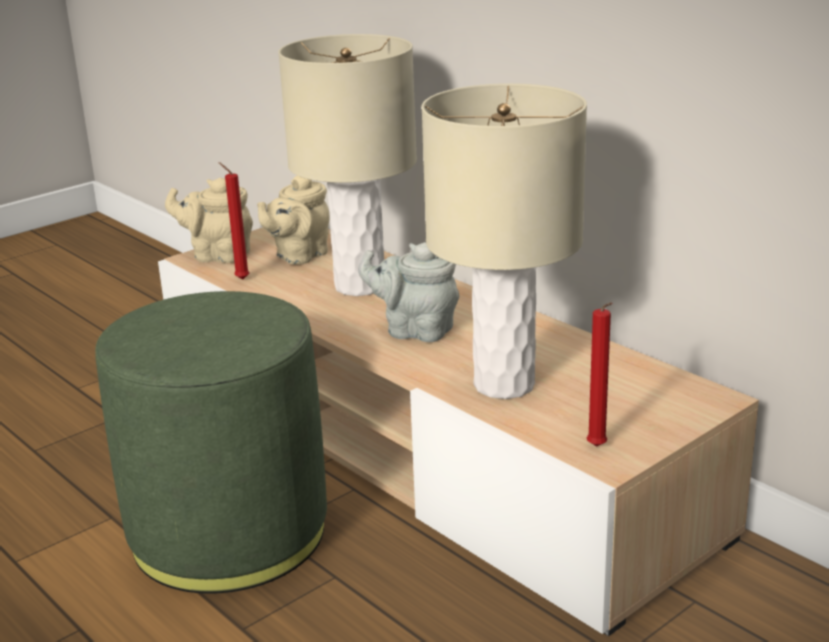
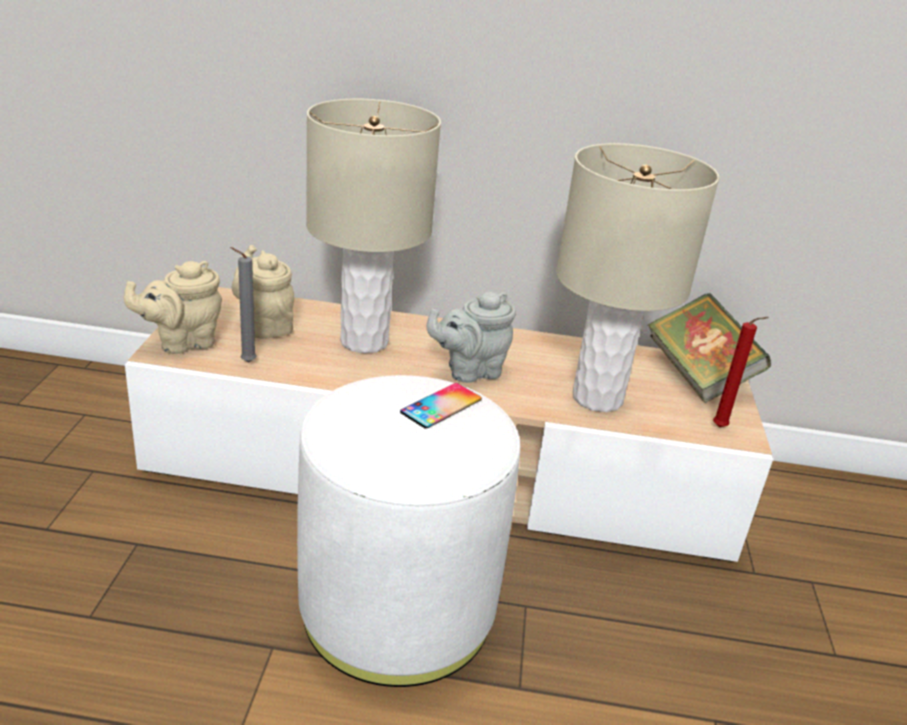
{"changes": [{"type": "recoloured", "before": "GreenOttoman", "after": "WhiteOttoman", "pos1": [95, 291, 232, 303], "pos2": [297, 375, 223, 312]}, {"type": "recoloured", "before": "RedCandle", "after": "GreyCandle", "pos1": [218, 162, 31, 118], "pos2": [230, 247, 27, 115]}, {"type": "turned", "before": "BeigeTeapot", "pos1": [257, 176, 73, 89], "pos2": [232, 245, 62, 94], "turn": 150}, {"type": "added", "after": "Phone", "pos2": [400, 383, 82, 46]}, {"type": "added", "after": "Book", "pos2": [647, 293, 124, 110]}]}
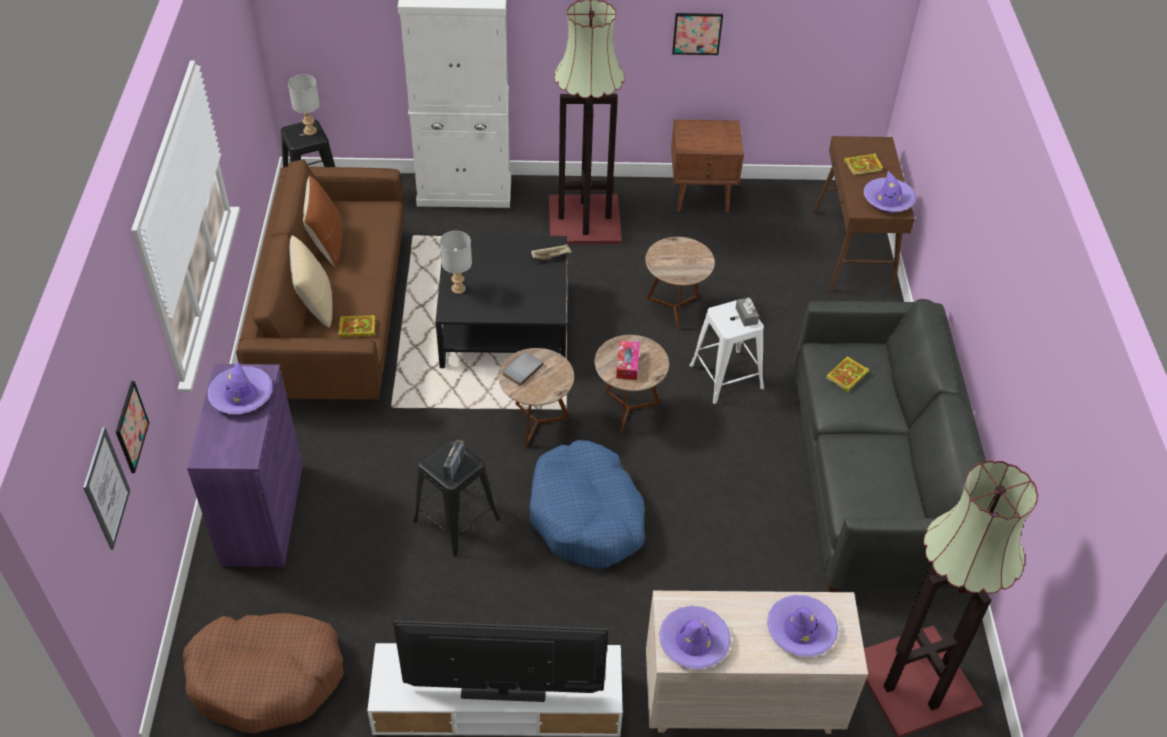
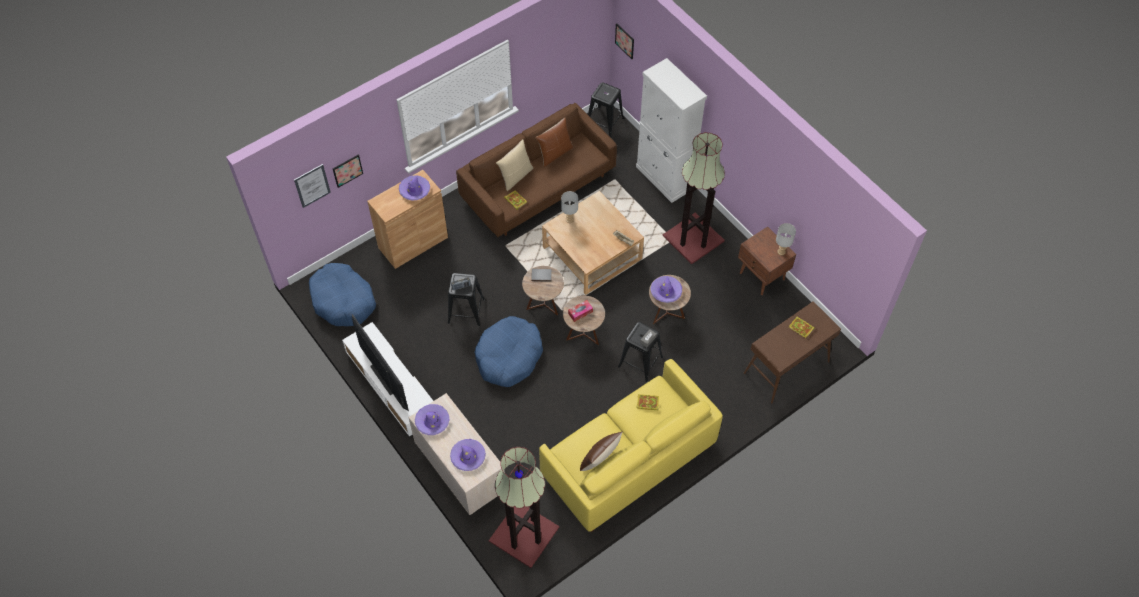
{"changes": [{"type": "recoloured", "before": "BrownDogBed", "after": "BlueDogBed", "pos1": [183, 613, 161, 120], "pos2": [309, 263, 67, 63]}, {"type": "recoloured", "before": "PurpleCabinet", "after": "BrownCabinet", "pos1": [187, 364, 116, 203], "pos2": [367, 170, 81, 99]}, {"type": "moved", "before": "GreyTableLamp", "pos1": [288, 74, 32, 62], "pos2": [776, 223, 20, 33]}, {"type": "recoloured", "before": "BlackCoffeeTable", "after": "BeigeCoffeeTable", "pos1": [435, 235, 132, 133], "pos2": [542, 191, 102, 104]}, {"type": "moved", "before": "Picture", "pos1": [672, 13, 51, 42], "pos2": [615, 23, 19, 36]}, {"type": "recoloured", "before": "WhiteStool", "after": "BlackStool", "pos1": [689, 300, 75, 105], "pos2": [618, 322, 45, 60]}, {"type": "recoloured", "before": "GreySofa", "after": "YellowSofa", "pos1": [794, 299, 192, 294], "pos2": [539, 359, 184, 173]}, {"type": "moved", "before": "PurpleHat", "pos1": [864, 171, 52, 41], "pos2": [651, 276, 31, 27]}, {"type": "added", "after": "BrownPillow", "pos2": [580, 432, 42, 39]}]}
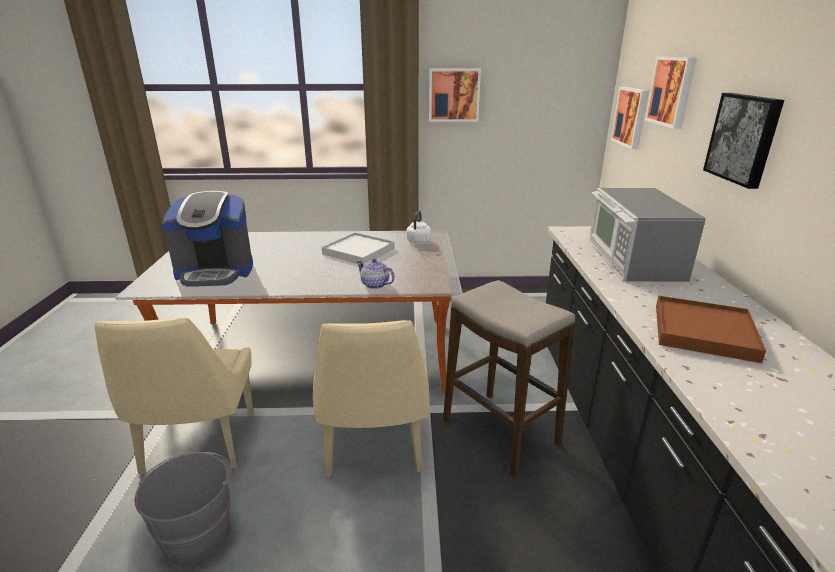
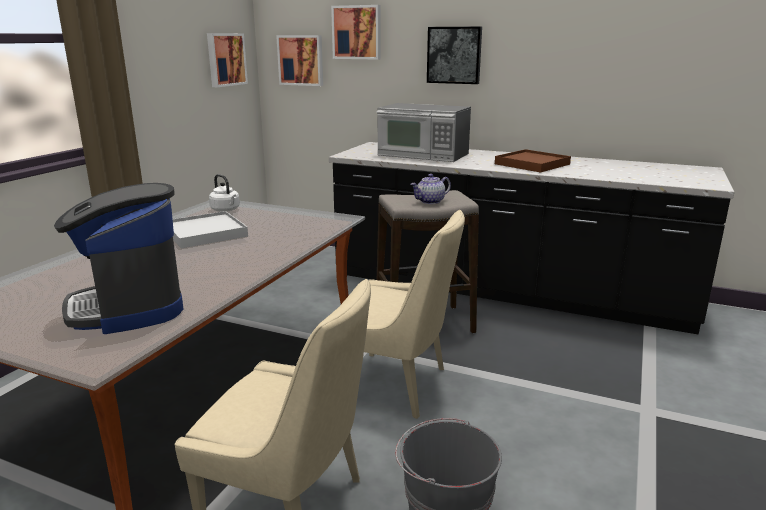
{"changes": [{"type": "turned", "before": "CoffeeMachine", "pos1": [162, 191, 91, 96], "pos2": [54, 183, 129, 151], "turn": 135}, {"type": "moved", "before": "Teapot", "pos1": [356, 258, 39, 31], "pos2": [410, 174, 41, 30]}, {"type": "moved", "before": "Picture", "pos1": [429, 69, 52, 53], "pos2": [207, 33, 41, 54]}]}
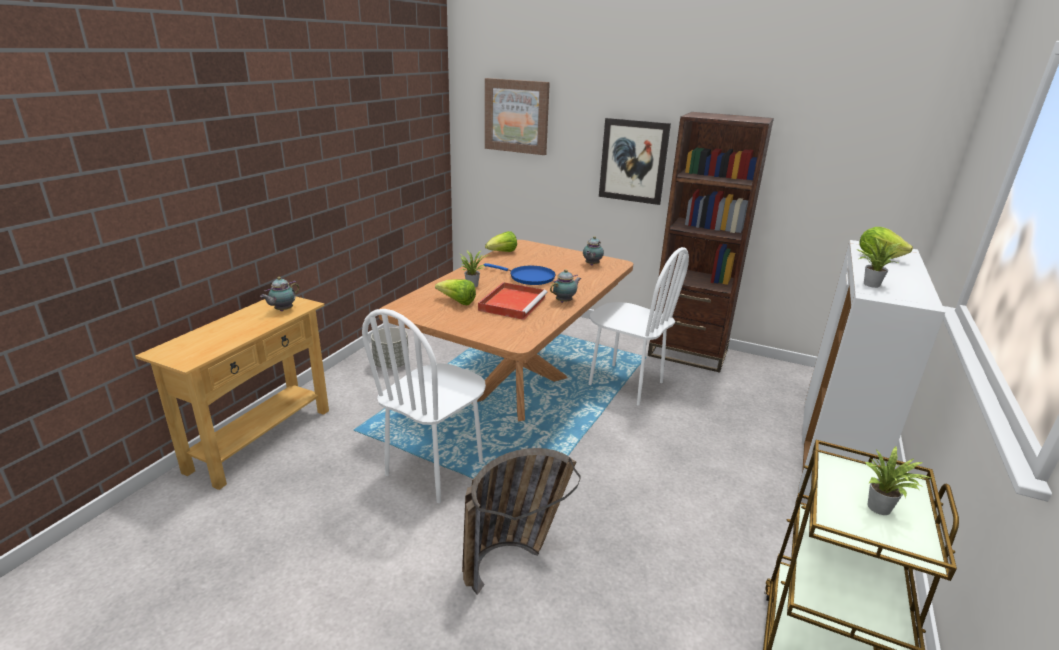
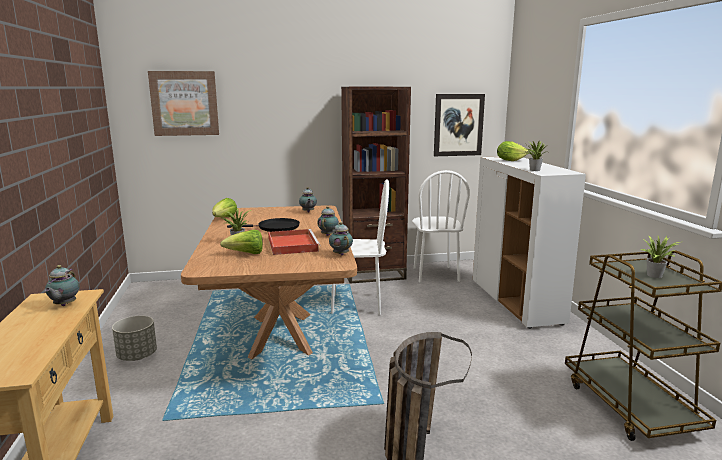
{"changes": [{"type": "moved", "before": "WhiteChair", "pos1": [362, 309, 124, 194], "pos2": [412, 170, 58, 112]}, {"type": "recoloured", "before": "BlueFryingPan", "after": "BlackFryingPan", "pos1": [484, 263, 72, 22], "pos2": [227, 218, 73, 14]}, {"type": "moved", "before": "Picture", "pos1": [599, 118, 72, 87], "pos2": [434, 94, 51, 62]}, {"type": "added", "after": "Teapot", "pos2": [329, 222, 24, 33]}]}
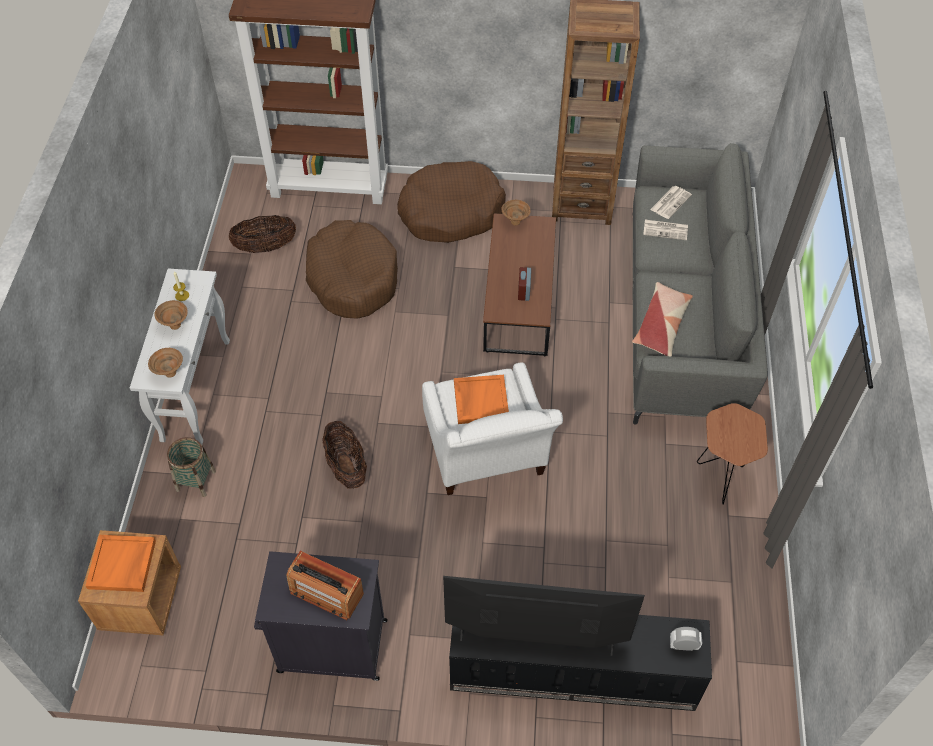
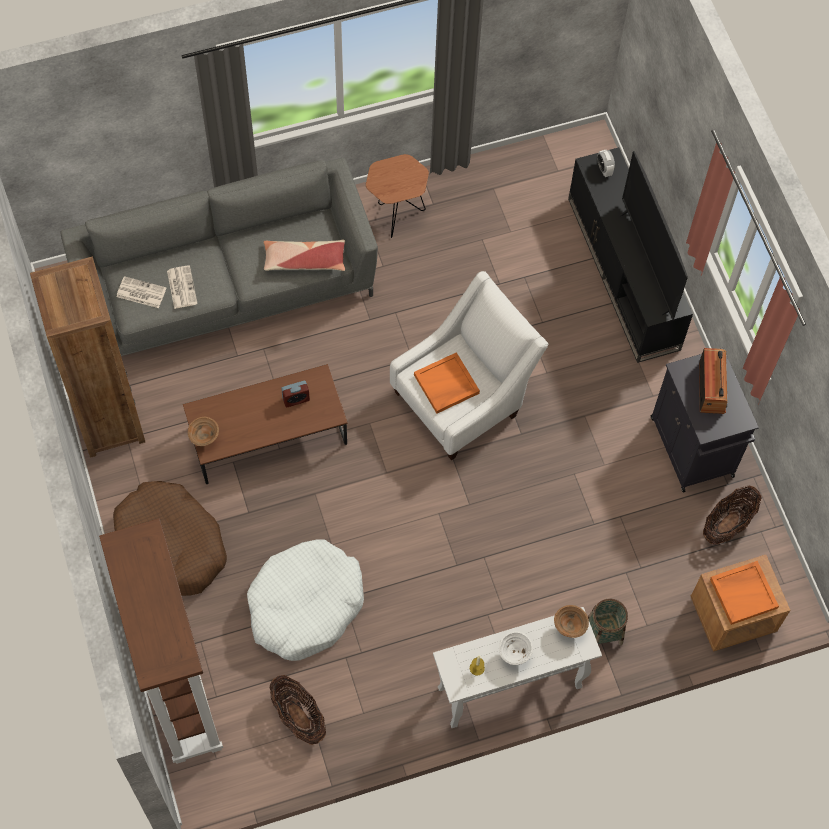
{"changes": [{"type": "recoloured", "before": "BrownBowl", "after": "WhiteBowl", "pos1": [154, 300, 34, 30], "pos2": [499, 631, 34, 34]}, {"type": "recoloured", "before": "BrownDogBed", "after": "WhiteDogBed", "pos1": [306, 220, 92, 99], "pos2": [247, 539, 117, 122]}, {"type": "moved", "before": "Basket", "pos1": [322, 421, 45, 68], "pos2": [703, 486, 58, 59]}]}
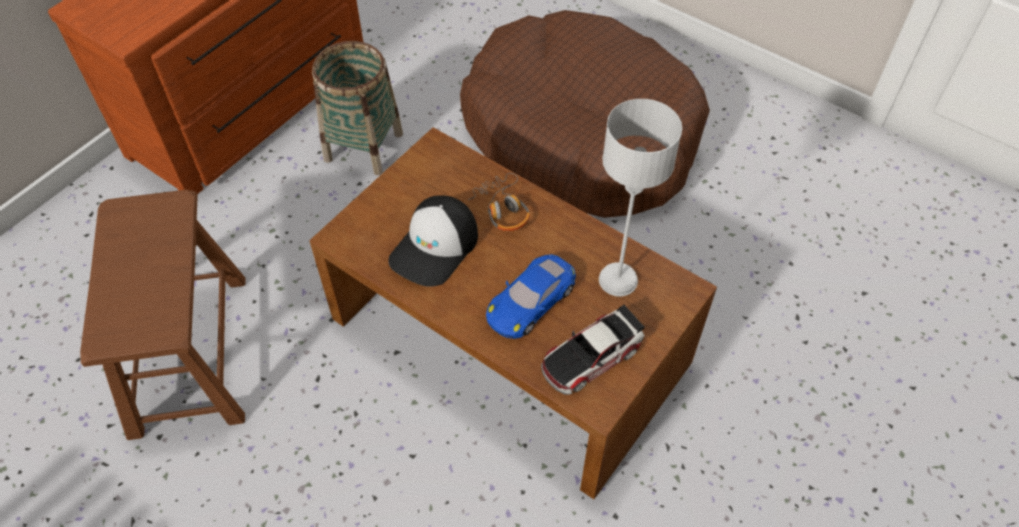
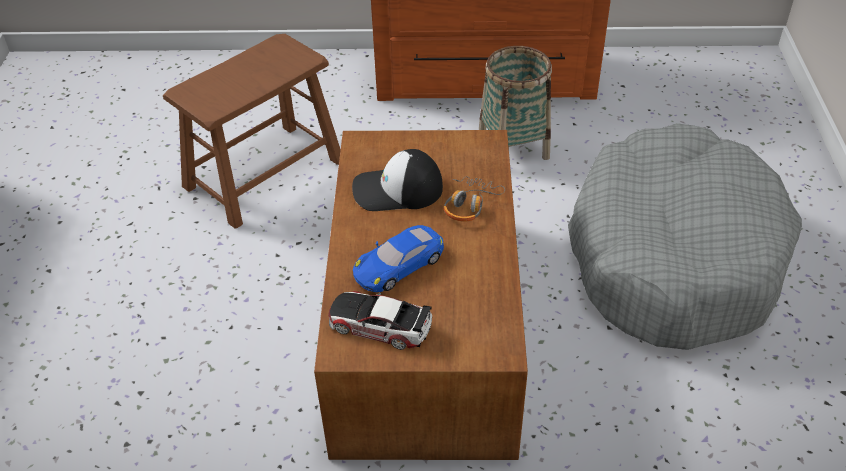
{"changes": [{"type": "recoloured", "before": "BrownDogBed", "after": "GreyDogBed", "pos1": [460, 10, 250, 208], "pos2": [568, 123, 234, 227]}, {"type": "turned", "before": "BlueToyCar", "pos1": [486, 254, 90, 85], "pos2": [353, 225, 91, 67], "turn": -45}, {"type": "removed", "before": "GreyTableLamp", "pos1": [599, 99, 83, 198]}]}
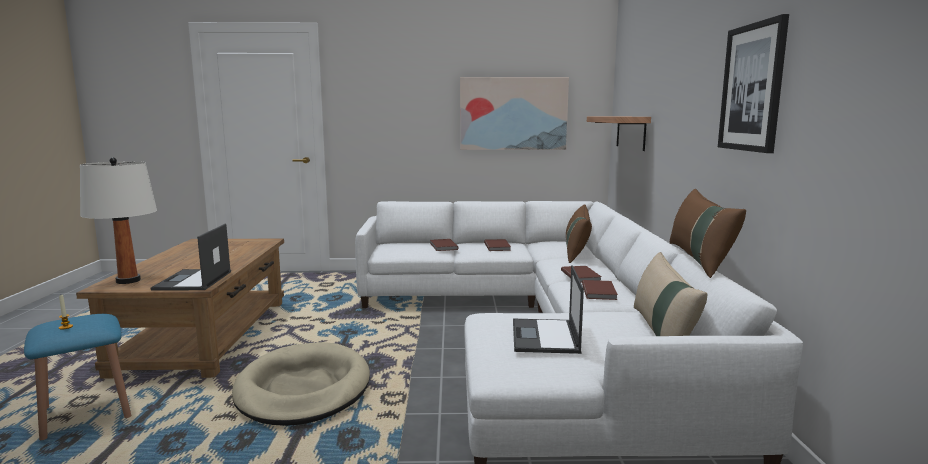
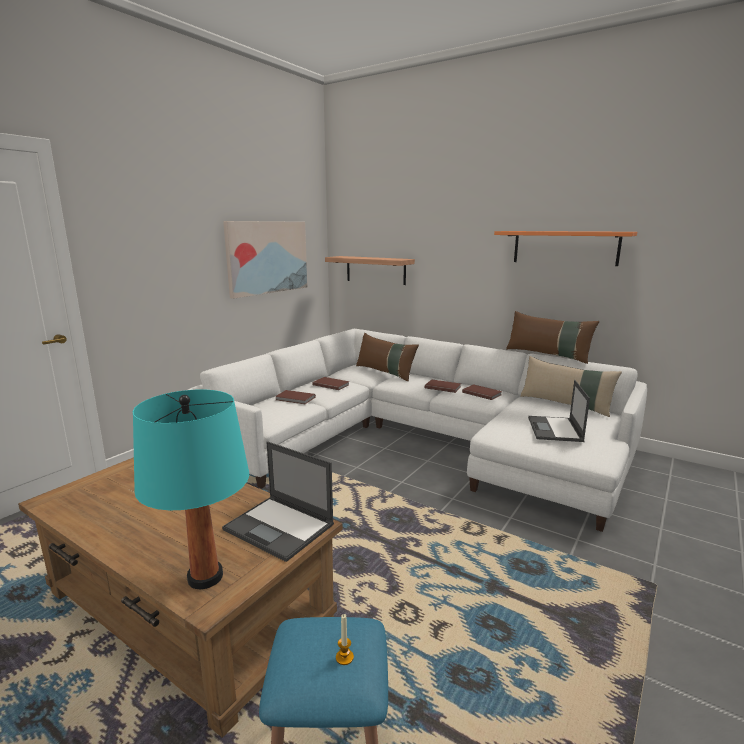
{"changes": [{"type": "recoloured", "before": "WhiteTableLamp", "after": "TurquoiseTableLamp", "pos1": [80, 157, 77, 127], "pos2": [133, 389, 116, 200]}, {"type": "removed", "before": "BeigeDogBed", "pos1": [232, 342, 138, 84]}, {"type": "turned", "before": "Laptop", "pos1": [513, 265, 71, 89], "pos2": [528, 380, 62, 62], "turn": 60}, {"type": "replaced", "before": "Picture", "after": "OrangeShelf", "pos1": [718, 14, 71, 139], "pos2": [494, 231, 143, 35]}]}
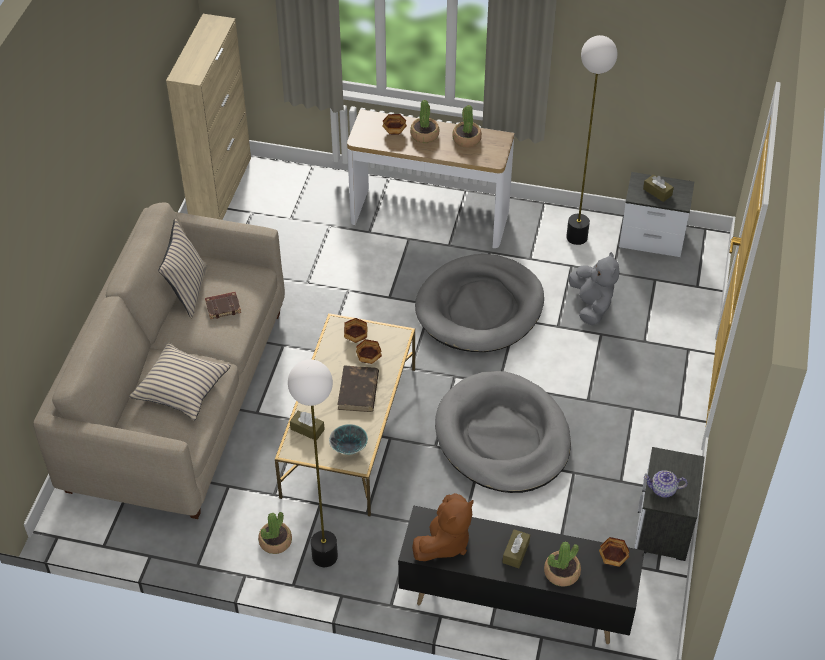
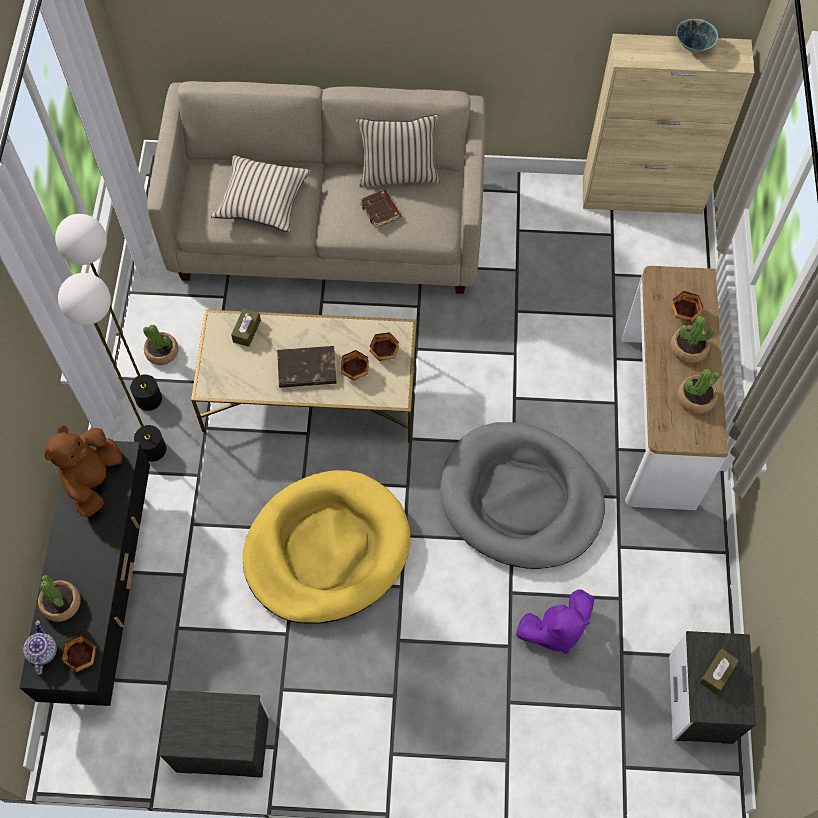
{"changes": [{"type": "moved", "before": "Bowl", "pos1": [329, 424, 39, 31], "pos2": [676, 19, 42, 33]}, {"type": "turned", "before": "BrownPlushToy", "pos1": [412, 493, 62, 68], "pos2": [44, 426, 78, 91], "turn": 75}, {"type": "recoloured", "before": "GreyDogBed", "after": "YellowDogBed", "pos1": [435, 371, 136, 122], "pos2": [243, 470, 167, 154]}, {"type": "removed", "before": "BrownTissueBox", "pos1": [502, 529, 28, 39]}, {"type": "moved", "before": "FloorLamp", "pos1": [566, 35, 51, 210], "pos2": [58, 273, 109, 189]}, {"type": "recoloured", "before": "GreyPlushToy", "after": "PurplePlushToy", "pos1": [569, 252, 51, 73], "pos2": [516, 589, 78, 65]}, {"type": "moved", "before": "Teapot", "pos1": [644, 470, 44, 28], "pos2": [23, 620, 34, 55]}]}
